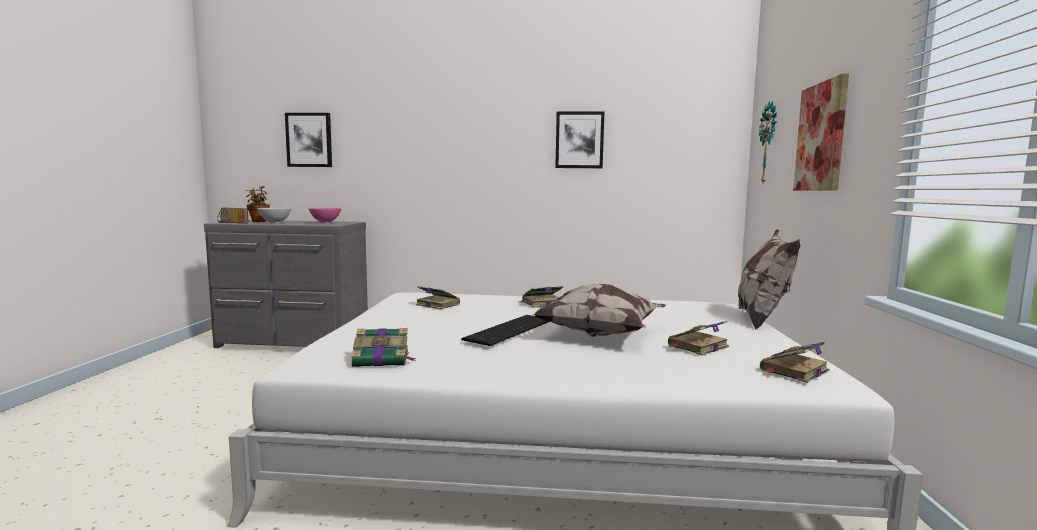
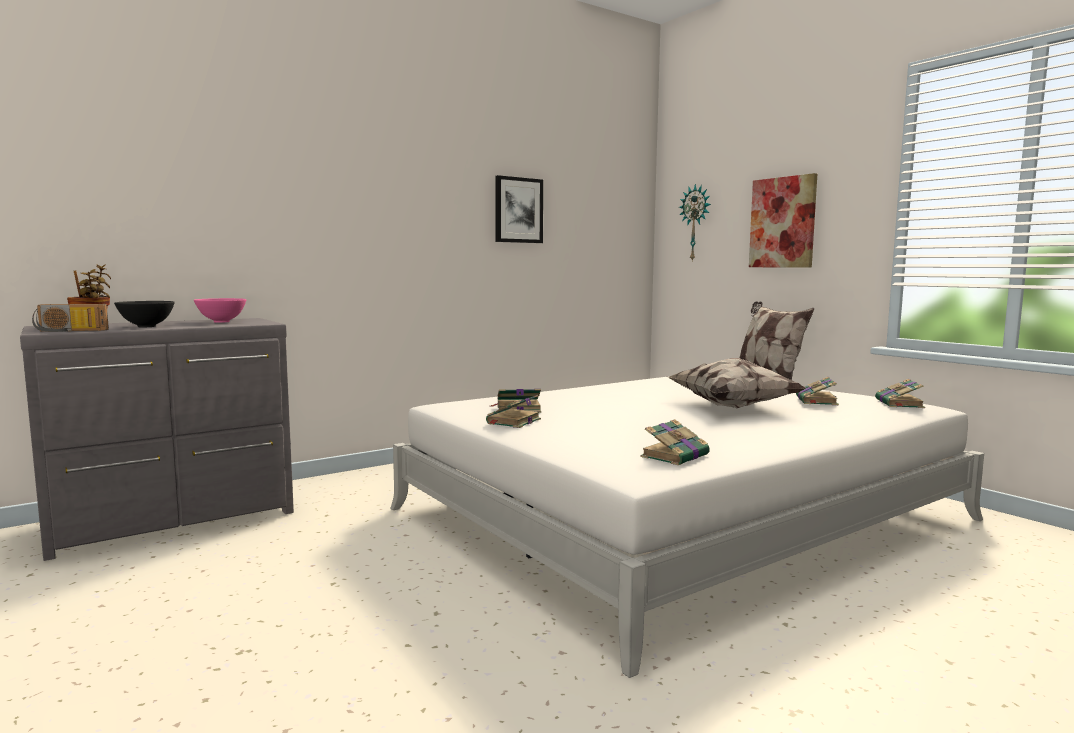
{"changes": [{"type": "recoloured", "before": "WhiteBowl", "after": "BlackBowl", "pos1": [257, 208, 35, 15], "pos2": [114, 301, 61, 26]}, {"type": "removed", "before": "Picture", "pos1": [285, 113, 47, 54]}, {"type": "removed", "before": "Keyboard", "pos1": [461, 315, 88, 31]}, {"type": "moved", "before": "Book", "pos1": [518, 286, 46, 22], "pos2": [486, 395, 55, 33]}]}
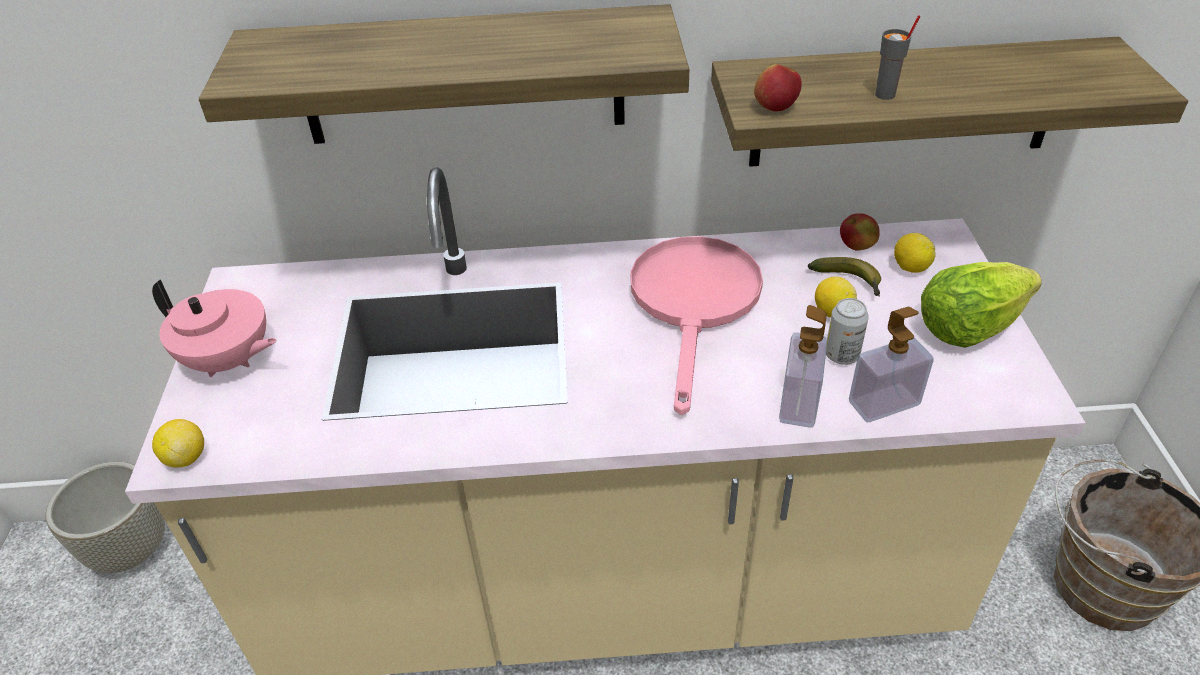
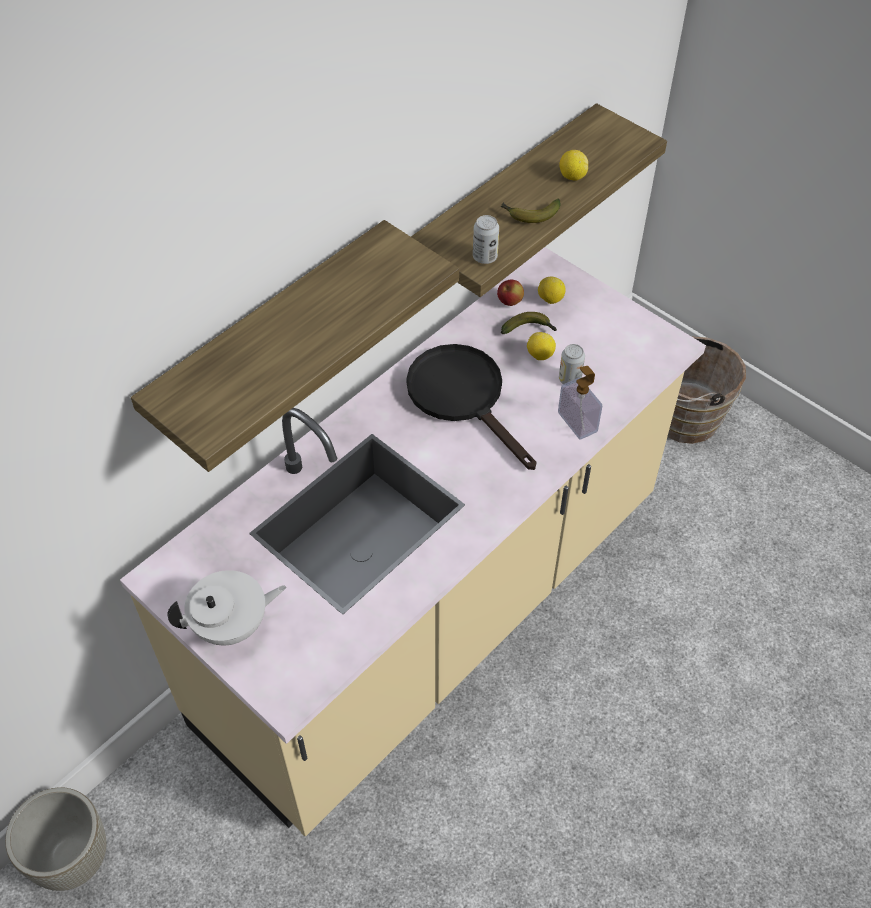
{"changes": [{"type": "recoloured", "before": "PinkTeapot", "after": "WhiteTeapot", "pos1": [152, 279, 125, 98], "pos2": [167, 570, 119, 75]}, {"type": "moved", "before": "Lemon", "pos1": [152, 419, 52, 49], "pos2": [559, 150, 29, 31]}, {"type": "recoloured", "before": "PinkFryingPan", "after": "BlackFryingPan", "pos1": [630, 236, 133, 179], "pos2": [406, 344, 130, 126]}, {"type": "replaced", "before": "Apple", "after": "Can", "pos1": [754, 64, 48, 47], "pos2": [473, 215, 26, 49]}, {"type": "removed", "before": "SoapDispenser", "pos1": [849, 307, 85, 116]}, {"type": "replaced", "before": "GreyCup", "after": "Banana", "pos1": [875, 15, 45, 85], "pos2": [500, 199, 60, 24]}, {"type": "removed", "before": "Lettuce", "pos1": [921, 262, 121, 86]}]}
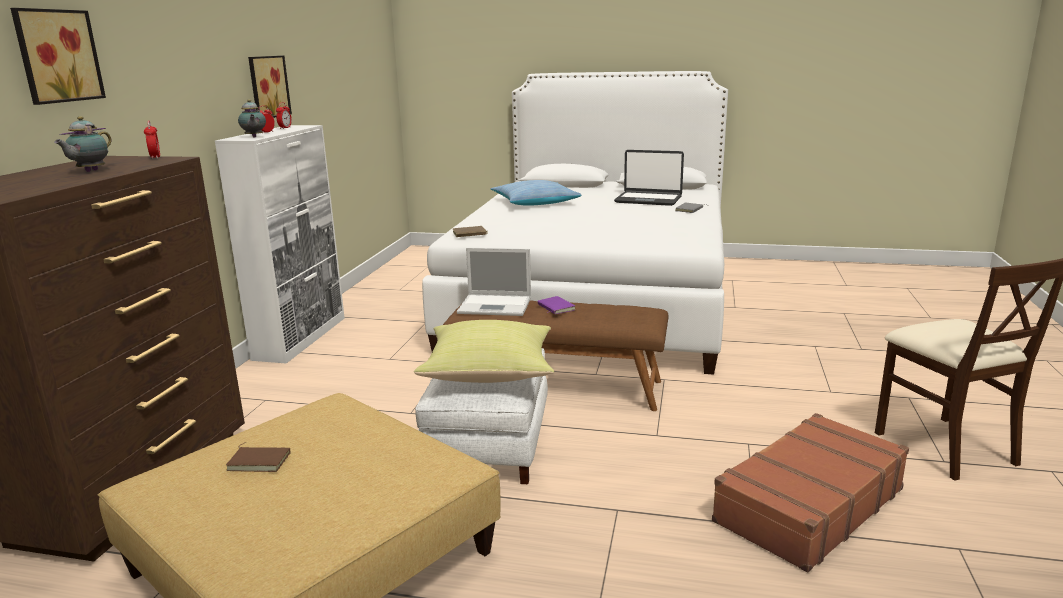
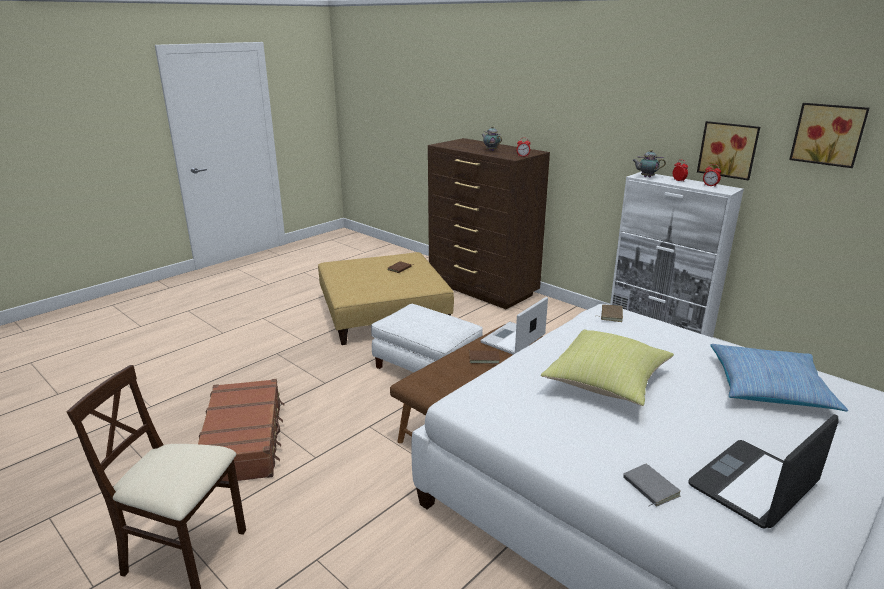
{"changes": [{"type": "moved", "before": "Picture", "pos1": [10, 8, 96, 97], "pos2": [789, 103, 81, 65]}, {"type": "moved", "before": "YellowPillow", "pos1": [414, 320, 140, 63], "pos2": [541, 329, 133, 77]}, {"type": "recoloured", "before": "PurpleBook", "after": "BrownBook", "pos1": [538, 296, 37, 18], "pos2": [468, 348, 32, 16]}]}
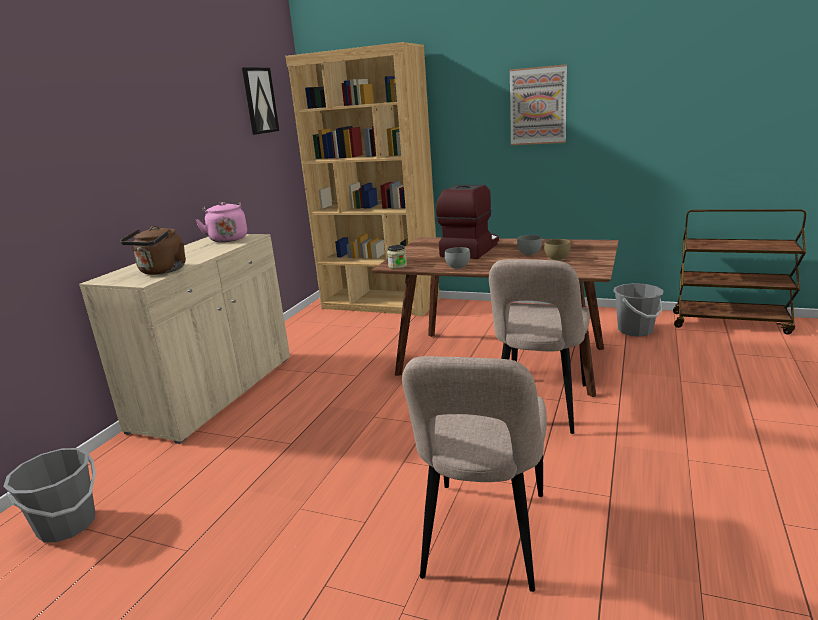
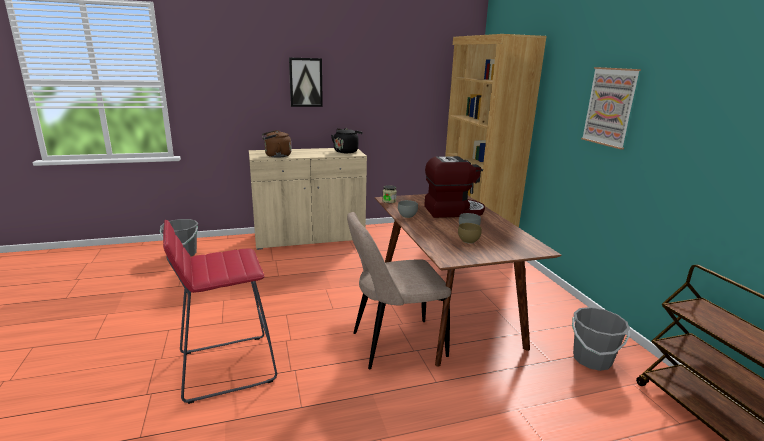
{"changes": [{"type": "recoloured", "before": "PinkKettle", "after": "BlackKettle", "pos1": [196, 202, 51, 40], "pos2": [331, 128, 32, 25]}, {"type": "moved", "before": "Picture", "pos1": [242, 67, 37, 68], "pos2": [289, 58, 34, 49]}, {"type": "replaced", "before": "BeigeChair", "after": "RedStool", "pos1": [402, 356, 145, 236], "pos2": [163, 220, 114, 184]}]}
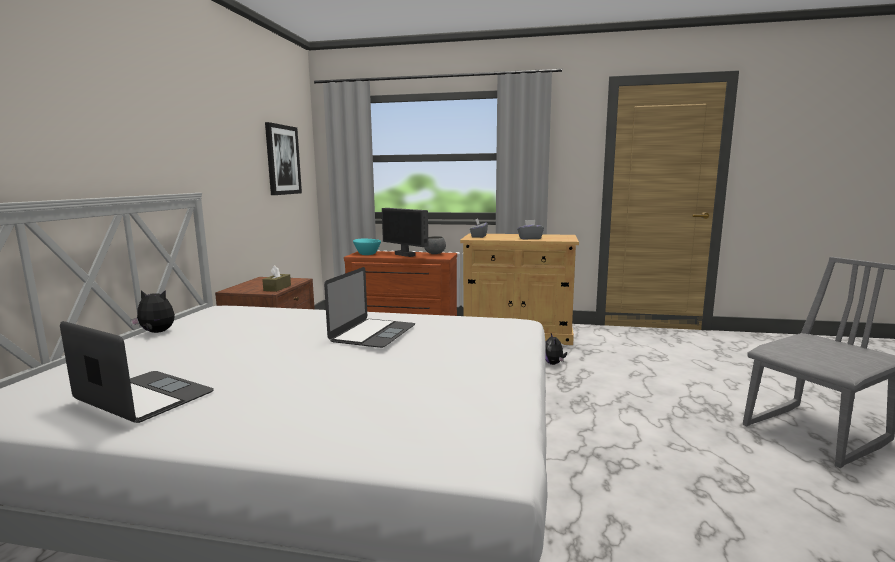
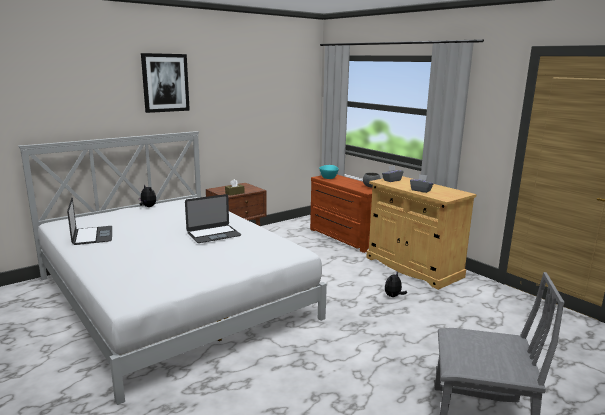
{"changes": [{"type": "moved", "before": "Picture", "pos1": [265, 122, 37, 73], "pos2": [141, 53, 49, 60]}, {"type": "removed", "before": "Monitor", "pos1": [382, 208, 46, 49]}]}
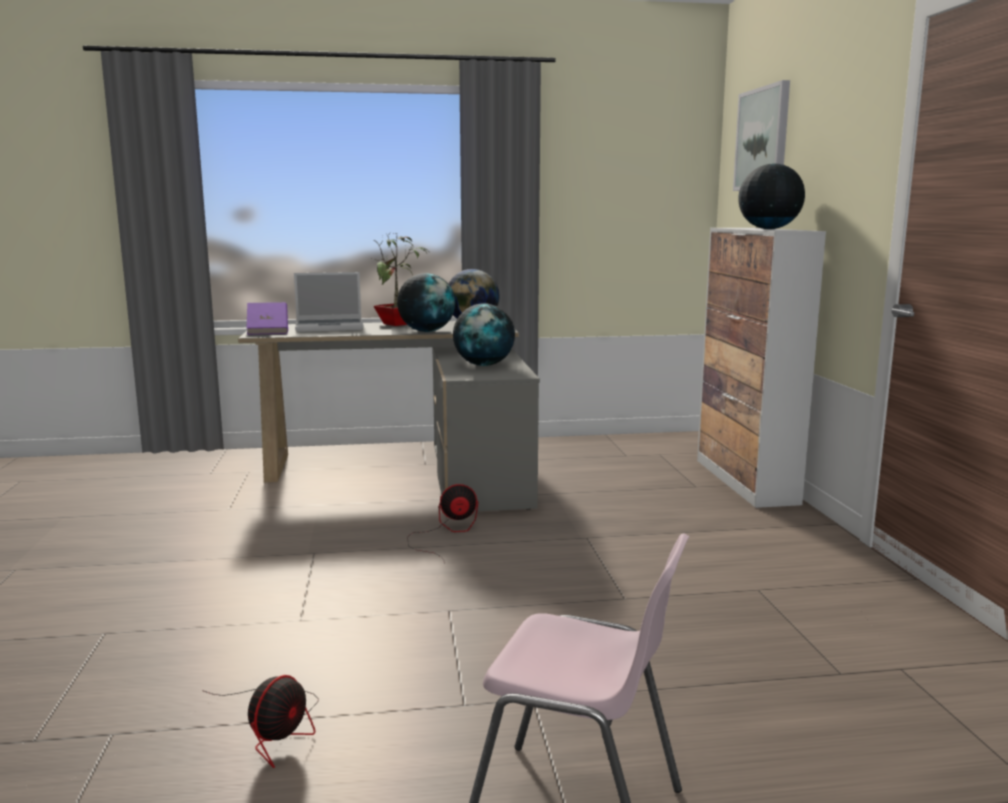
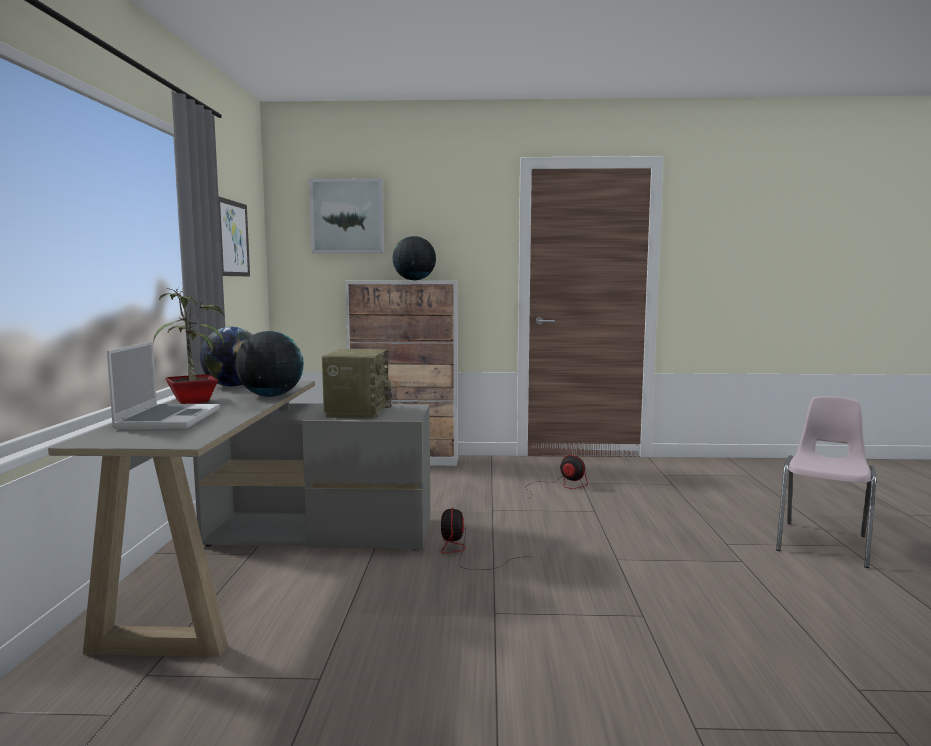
{"changes": [{"type": "moved", "before": "Fan", "pos1": [202, 675, 117, 93], "pos2": [527, 455, 61, 42]}, {"type": "removed", "before": "PurpleBook", "pos1": [247, 302, 41, 33]}, {"type": "replaced", "before": "Globe", "after": "Radio", "pos1": [453, 303, 62, 63], "pos2": [322, 349, 70, 69]}, {"type": "added", "after": "Picture", "pos2": [218, 196, 32, 80]}]}
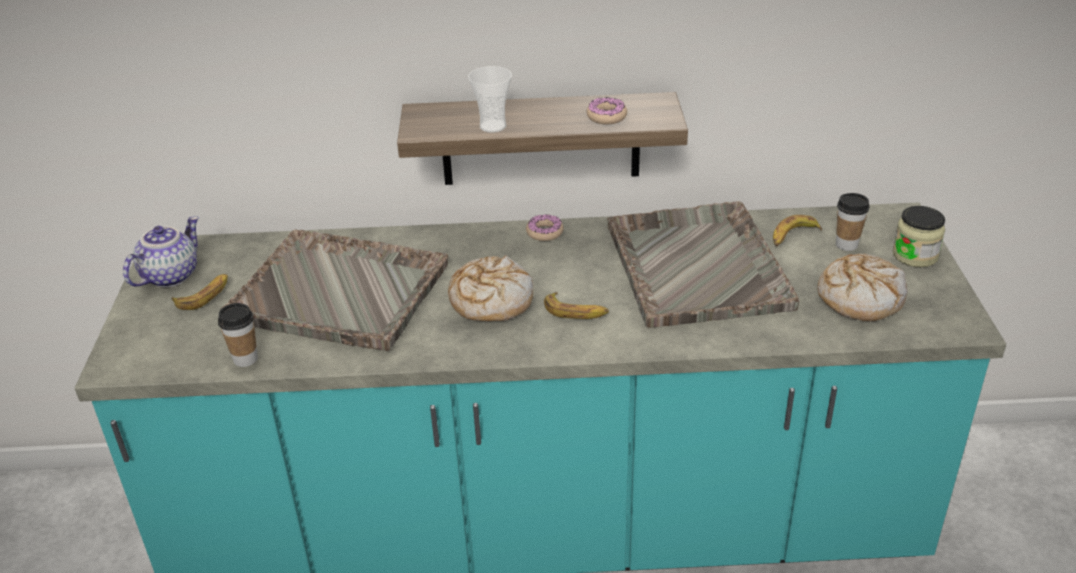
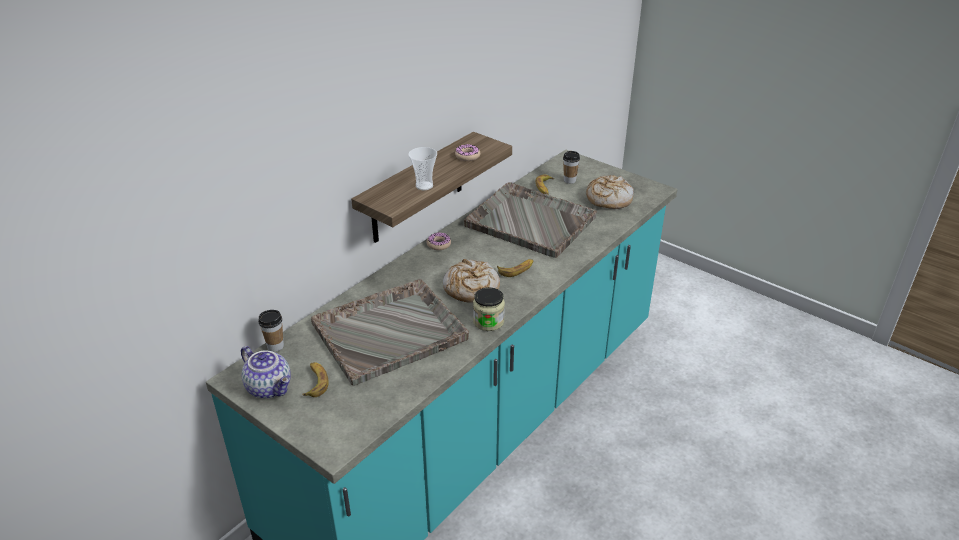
{"changes": [{"type": "turned", "before": "Teapot", "pos1": [123, 216, 76, 71], "pos2": [241, 346, 50, 53], "turn": 150}, {"type": "moved", "before": "Cup", "pos1": [218, 303, 40, 64], "pos2": [258, 310, 26, 42]}, {"type": "moved", "before": "Jar", "pos1": [893, 206, 52, 61], "pos2": [473, 287, 32, 44]}]}
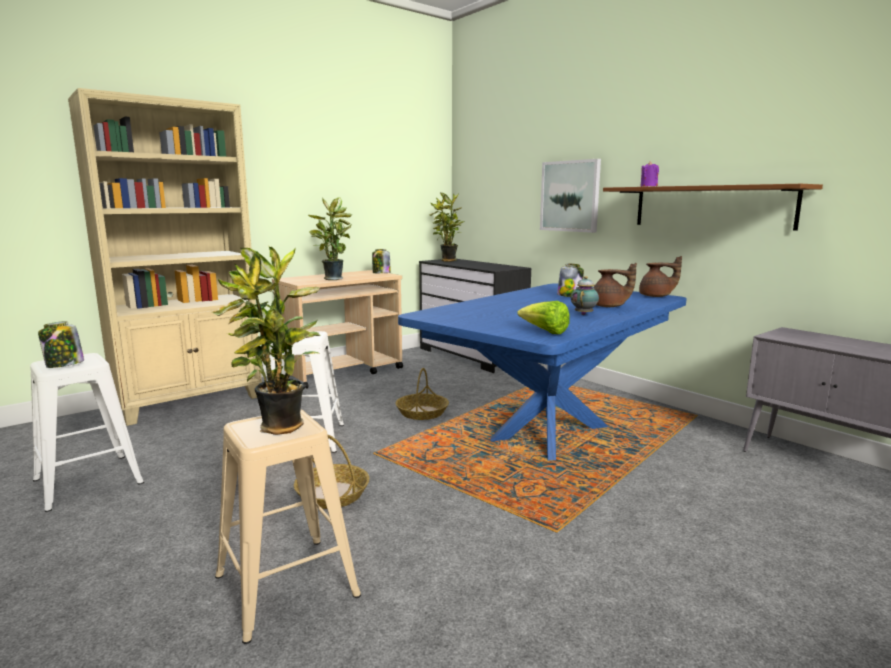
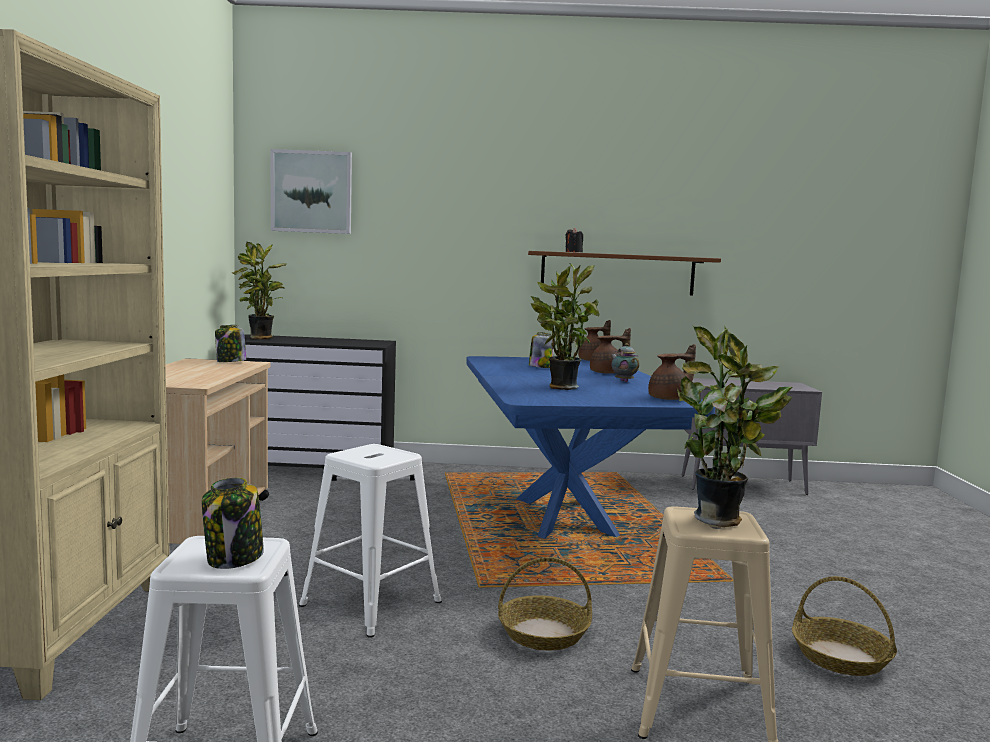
{"changes": [{"type": "moved", "before": "PottedPlant", "pos1": [308, 197, 44, 83], "pos2": [531, 263, 68, 127]}, {"type": "moved", "before": "Basket", "pos1": [395, 368, 54, 52], "pos2": [792, 576, 105, 100]}, {"type": "replaced", "before": "Lettuce", "after": "BrownTeapot", "pos1": [517, 301, 53, 33], "pos2": [648, 344, 48, 56]}, {"type": "moved", "before": "Picture", "pos1": [540, 159, 61, 74], "pos2": [271, 149, 81, 85]}, {"type": "recoloured", "before": "PurpleCandle", "after": "BlackCandle", "pos1": [640, 162, 19, 25], "pos2": [565, 228, 18, 24]}]}
